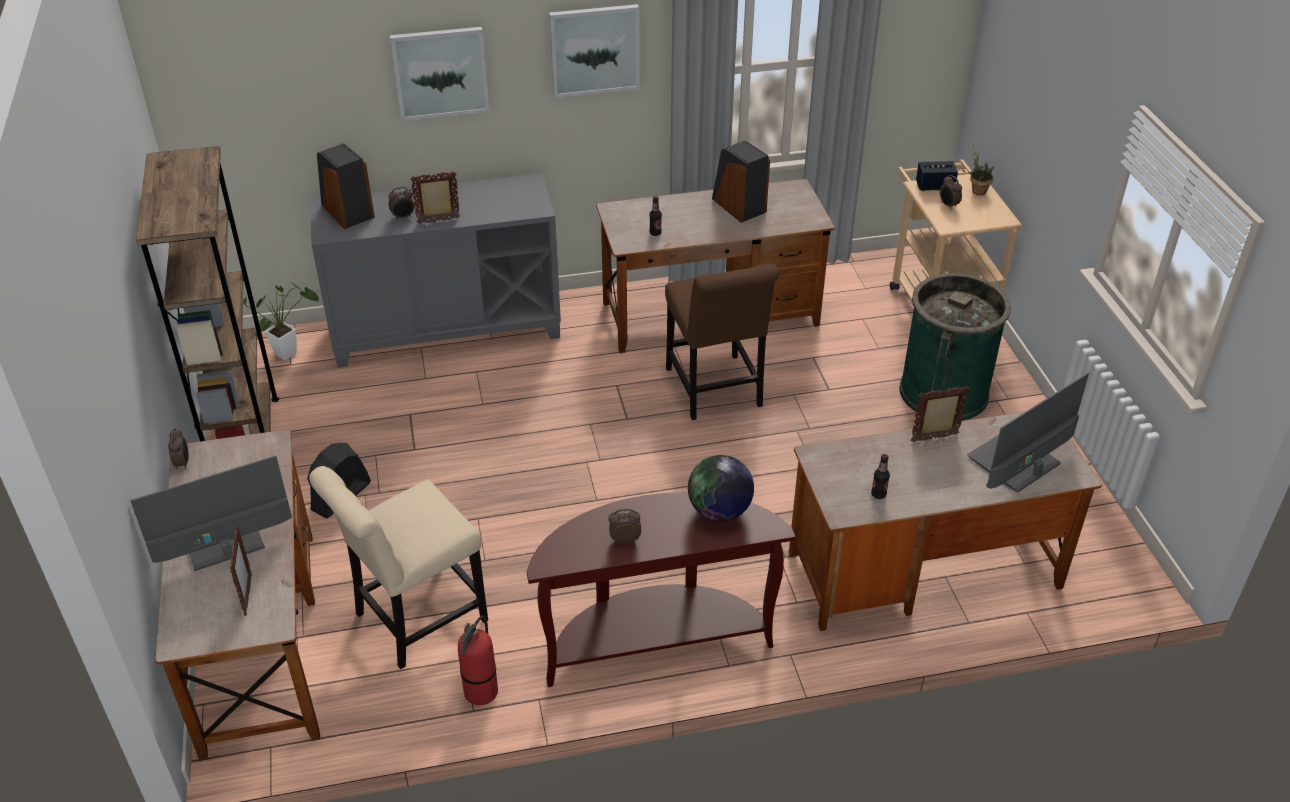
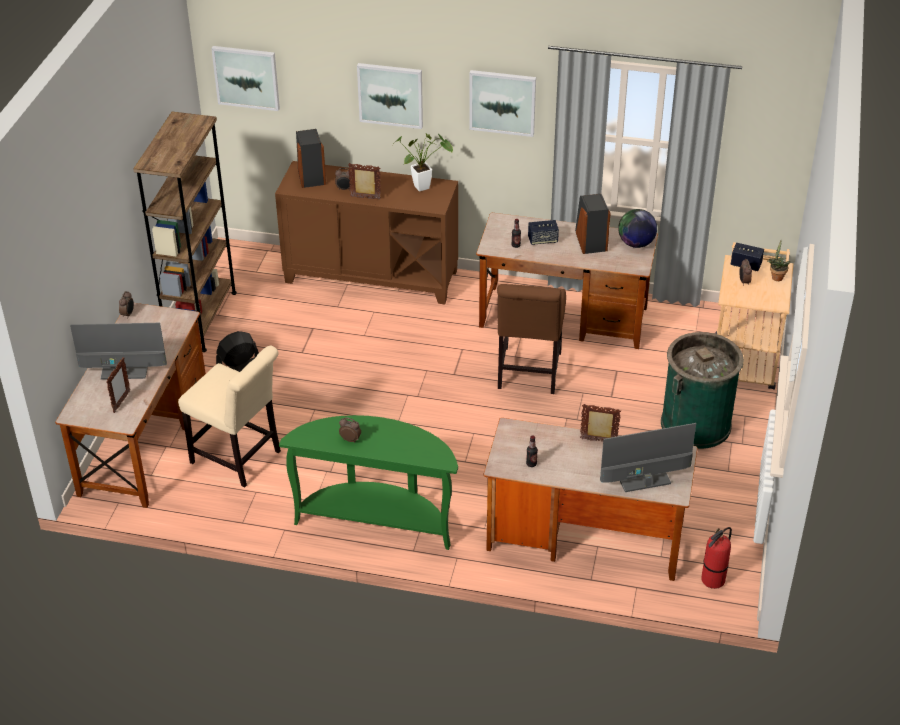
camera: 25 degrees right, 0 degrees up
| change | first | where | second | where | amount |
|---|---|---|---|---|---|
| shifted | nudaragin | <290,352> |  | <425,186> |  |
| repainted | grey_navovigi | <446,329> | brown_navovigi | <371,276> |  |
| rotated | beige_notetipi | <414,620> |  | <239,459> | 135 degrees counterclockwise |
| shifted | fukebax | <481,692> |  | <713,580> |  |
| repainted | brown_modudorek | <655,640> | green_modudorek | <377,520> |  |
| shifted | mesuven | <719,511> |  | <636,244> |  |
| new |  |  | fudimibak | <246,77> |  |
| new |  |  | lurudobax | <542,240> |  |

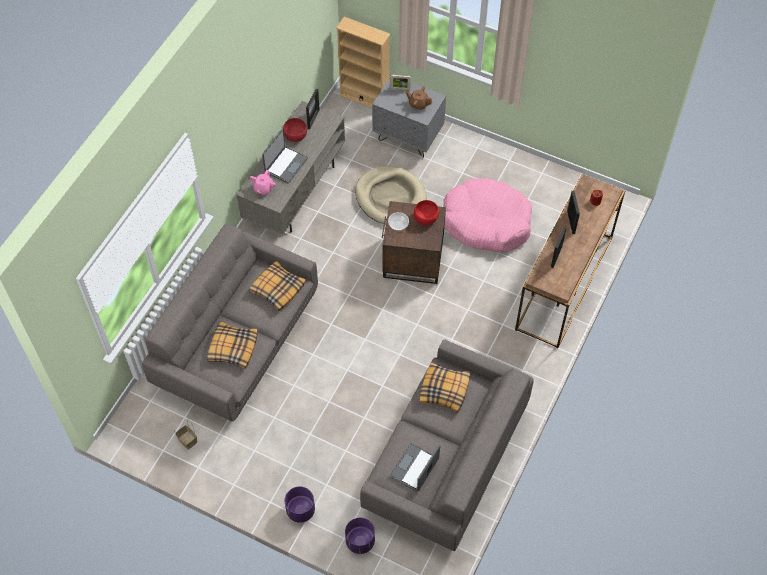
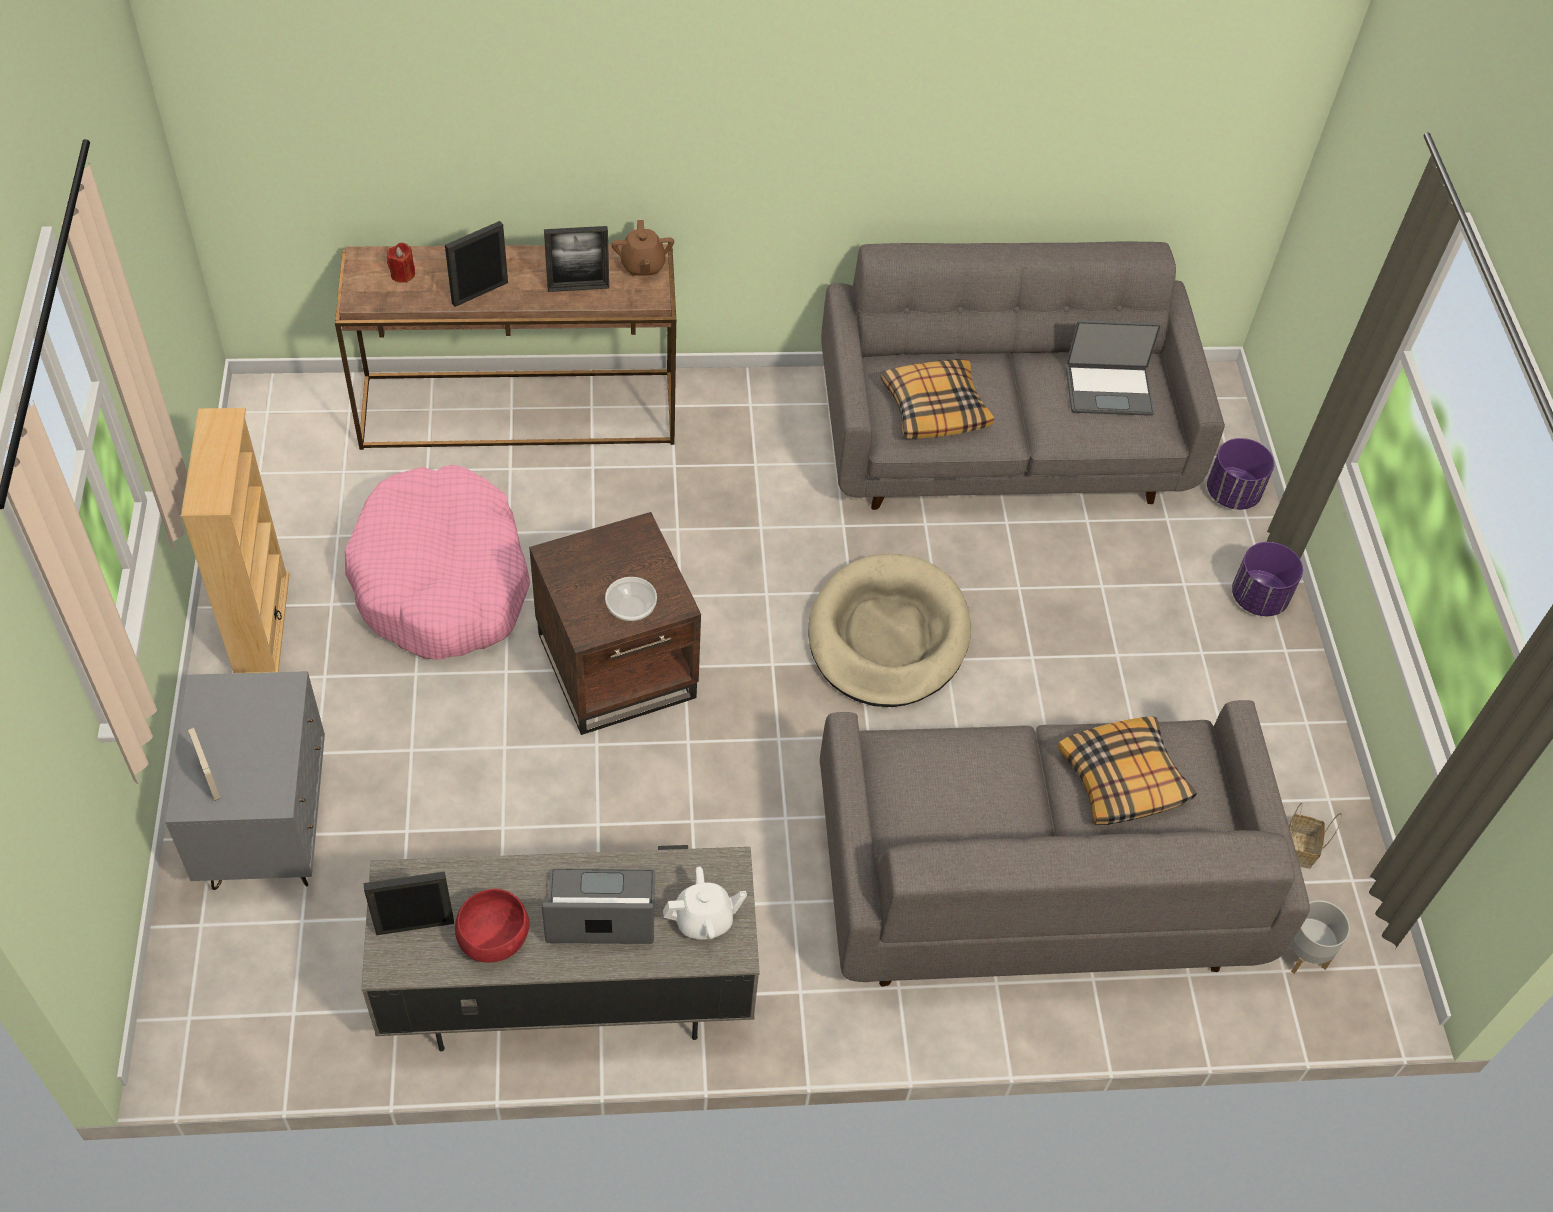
camera: 125 degrees left, 5 degrees down
| change | first | where | second | where | amount |
|---|---|---|---|---|---|
| gone | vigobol | <277,289> |  |  |  |
| repainted | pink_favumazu | <263,189> | white_favumazu | <704,920> |  |
| shifted | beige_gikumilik | <364,98> |  | <261,624> |  |
| shifted | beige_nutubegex | <390,197> |  | <887,636> |  |
| shifted | brown_favumazu | <418,104> |  | <642,266> |  |
| gone | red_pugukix | <425,218> |  |  |  |
| new |  |  | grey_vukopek | <1304,955> |  |

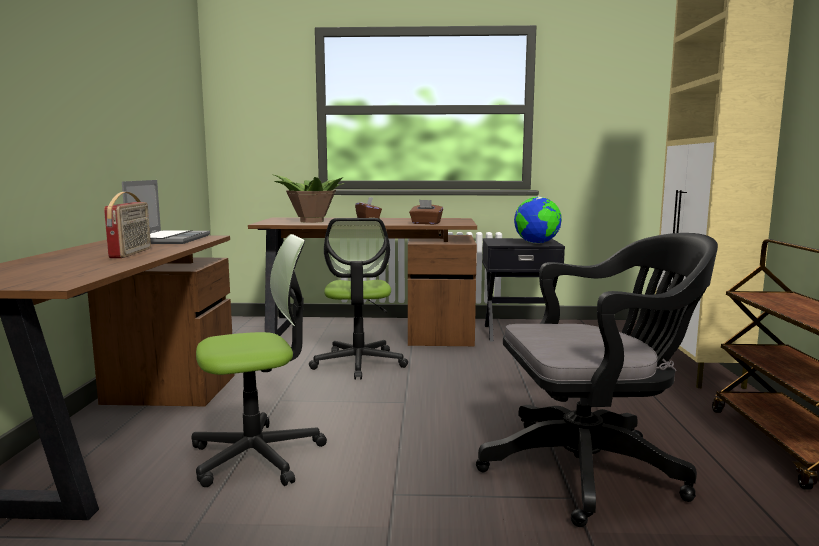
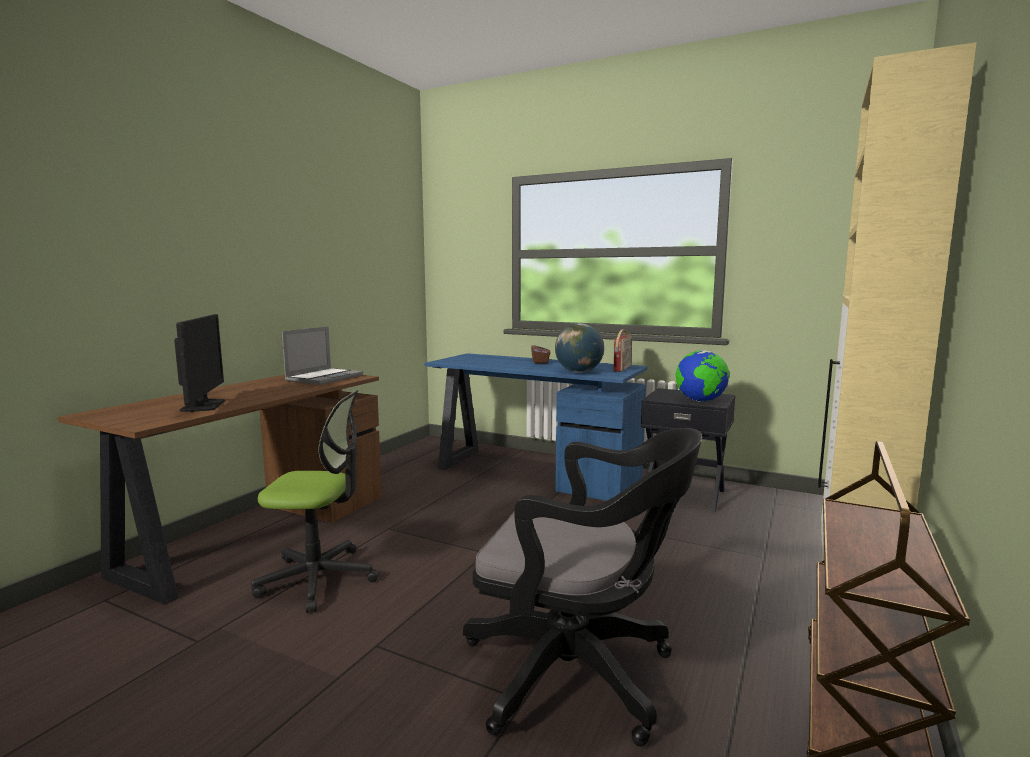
camera: 25 degrees right, 0 degrees up
| change | first | where | second | where | amount |
|---|---|---|---|---|---|
| shifted | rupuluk | <132,253> |  | <622,368> |  |
| repainted | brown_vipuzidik | <368,333> | blue_vipuzidik | <533,472> |  |
| gone | nudaragin | <311,221> |  |  |  |
| gone | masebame | <359,363> |  |  |  |
| swapped | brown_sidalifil | <426,223> | mesuven | <579,372> |  |
| new |  |  | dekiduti | <203,405> |  |

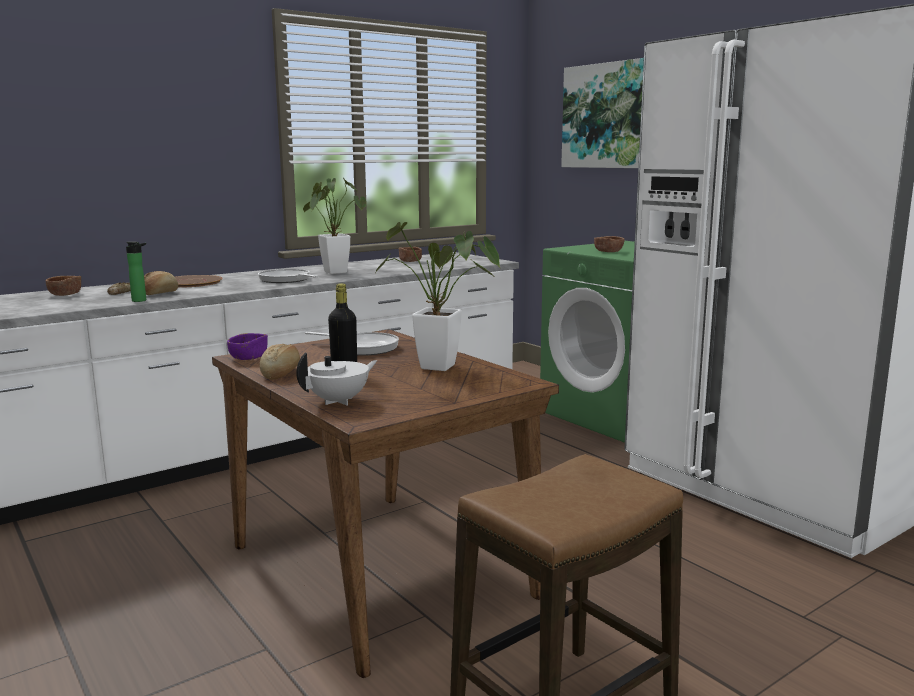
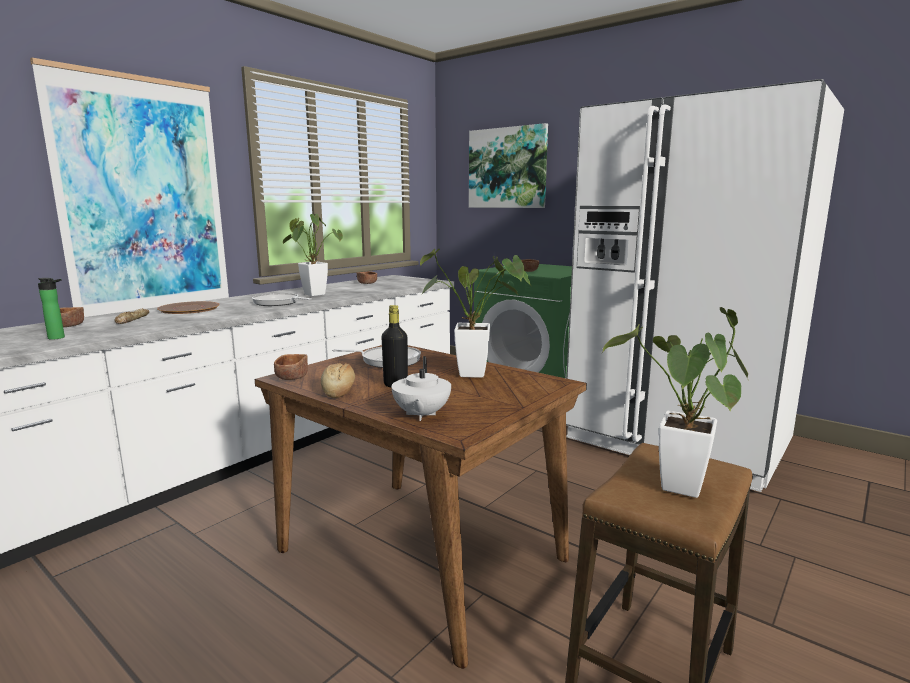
camera: 15 degrees left, 0 degrees up
| change | first | where | second | where | amount |
|---|---|---|---|---|---|
| shifted | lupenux | <141,301> |  | <58,338> |  |
| gone | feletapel | <159,293> |  |  |  |
| repainted | purple_pugukix | <248,357> | brown_pugukix | <292,377> |  |
| rotated | white_favumazu | <339,401> |  | <421,415> | 150 degrees clockwise |
| new |  |  | fudimibak | <144,202> |  |
| new |  |  | nudaragin | <679,492> |  |

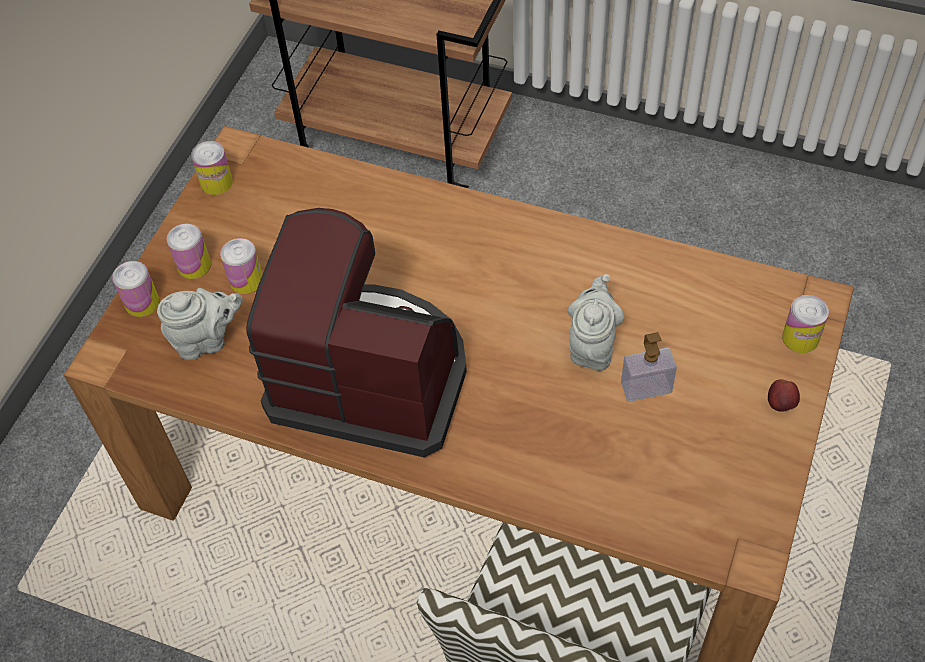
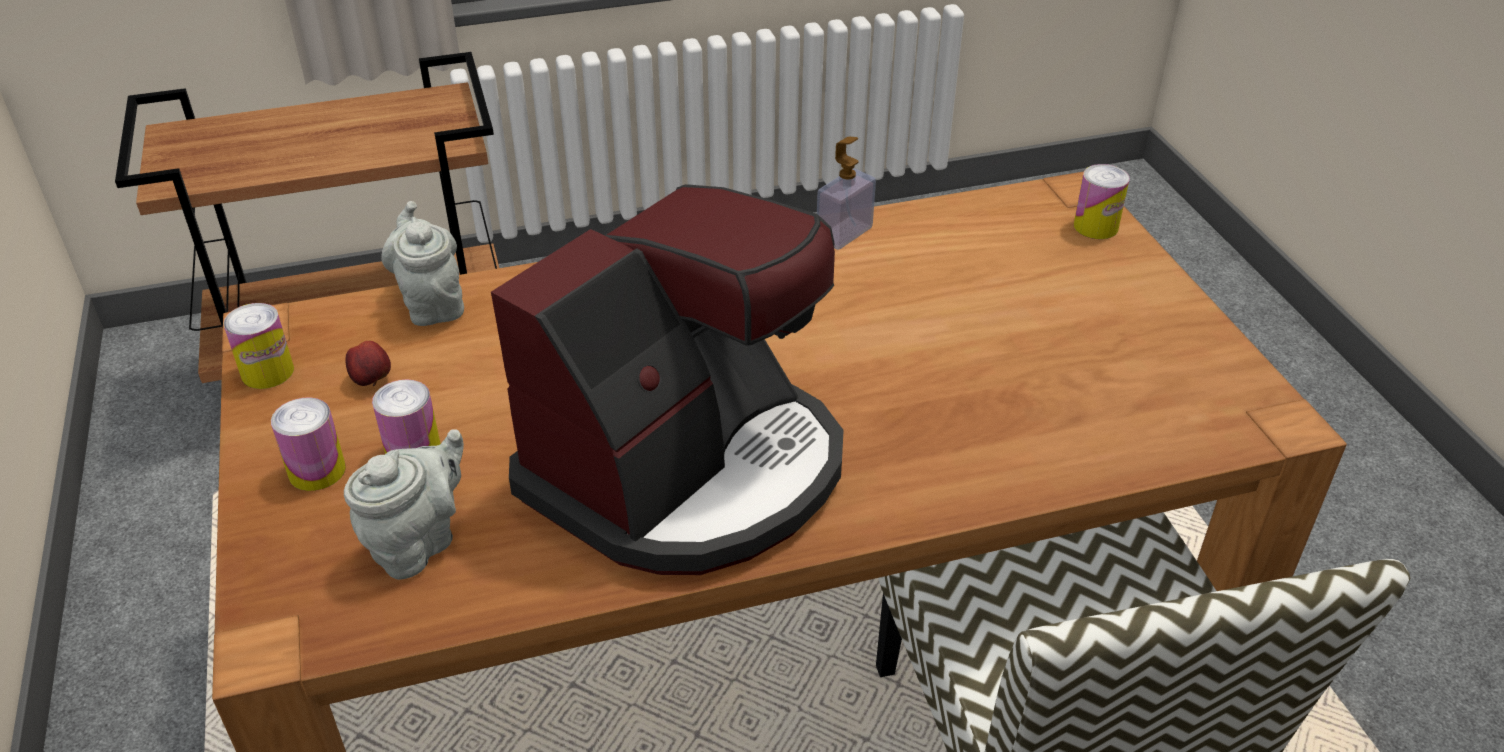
camera: 40 degrees left, 15 degrees down
| change | first | where | second | where | amount |
|---|---|---|---|---|---|
| gone | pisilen | <142,302> |  |  |  |
| rotated | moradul | <370,376> |  | <688,471> | 150 degrees clockwise |
| shifted | grey_favumazu | <592,346> |  | <432,303> |  |
| shifted | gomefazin | <646,387> |  | <844,233> |  |
| shifted | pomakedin | <781,404> |  | <372,381> |  |

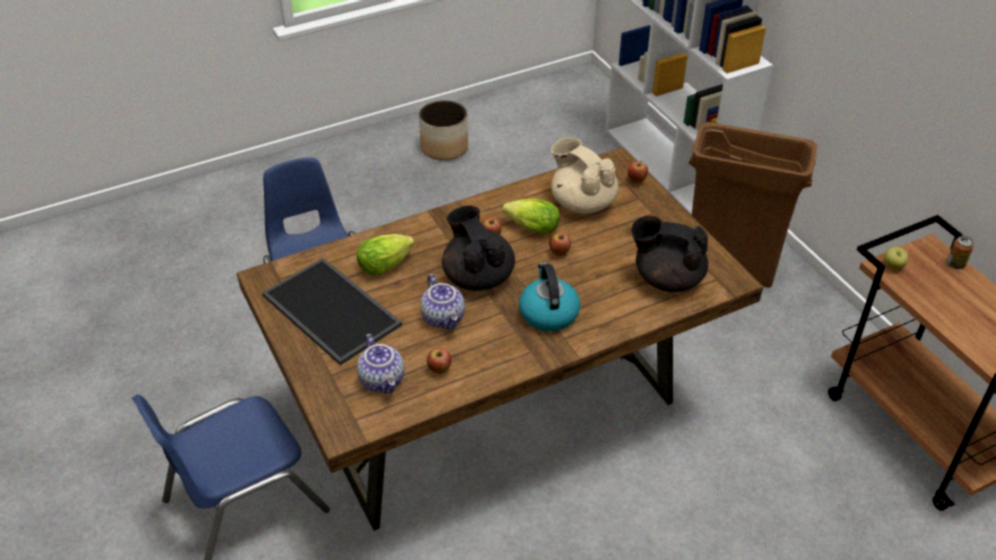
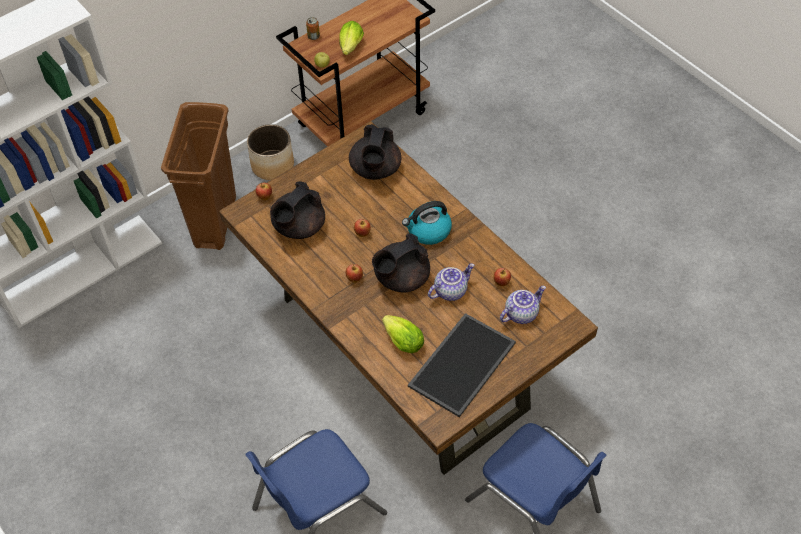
camera: 100 degrees left, 10 degrees up
| change | first | where | second | where | amount |
|---|---|---|---|---|---|
| shifted | vukopek | <444,147> |  | <272,165> |  |
| shifted | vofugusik | <529,228> |  | <350,48> |  |
| repainted | beige_favumazu | <582,202> | black_favumazu | <298,227> |  |

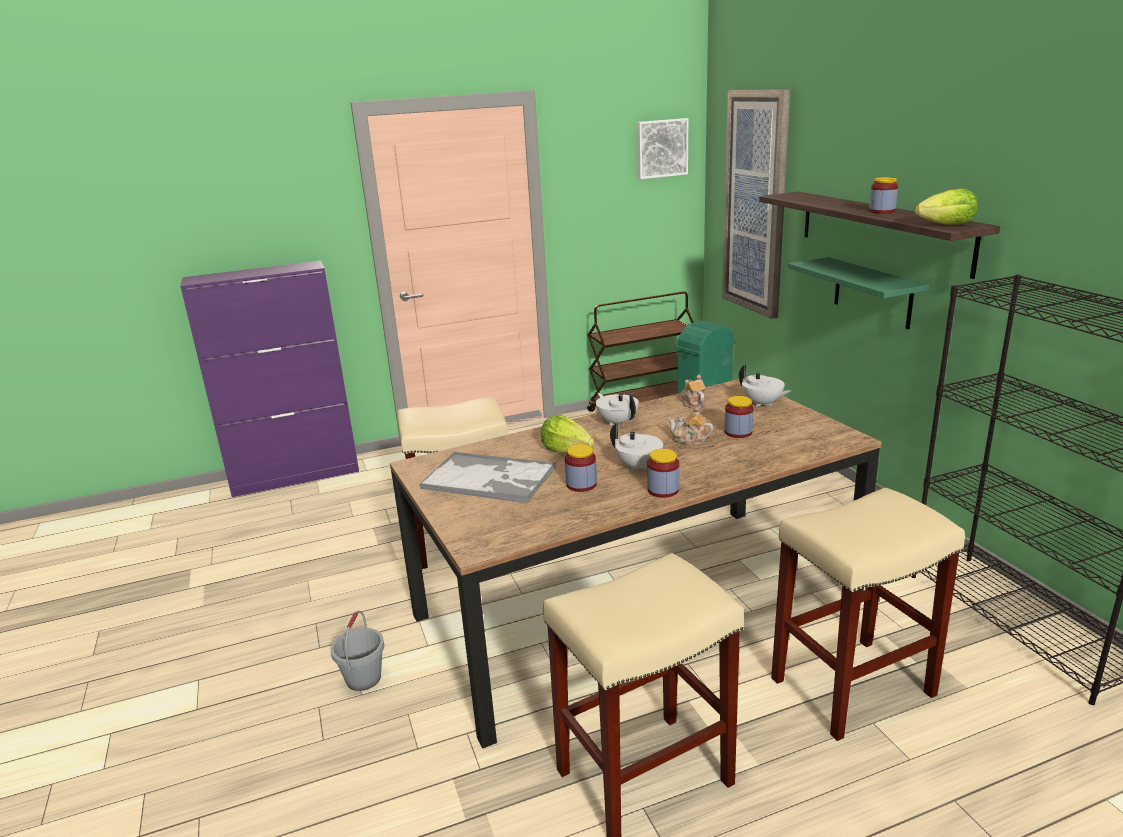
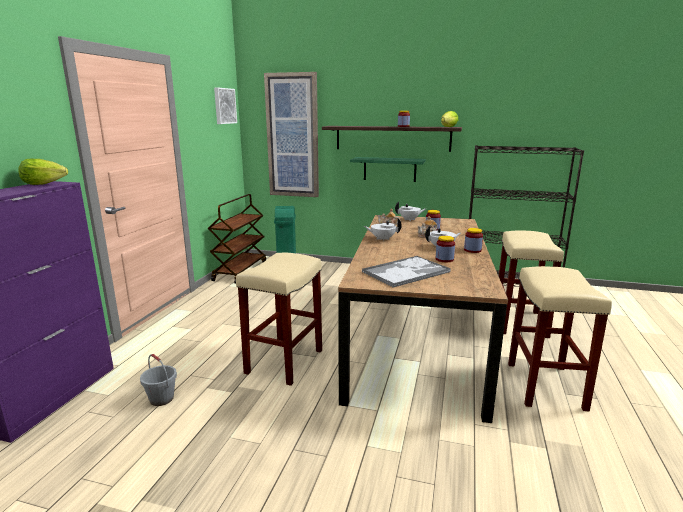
camera: 55 degrees left, 5 degrees down
| change | first | where | second | where | amount |
|---|---|---|---|---|---|
| shifted | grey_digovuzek | <363,679> |  | <161,399> |  |
| shifted | vofugusik | <566,451> |  | <43,184> |  |

